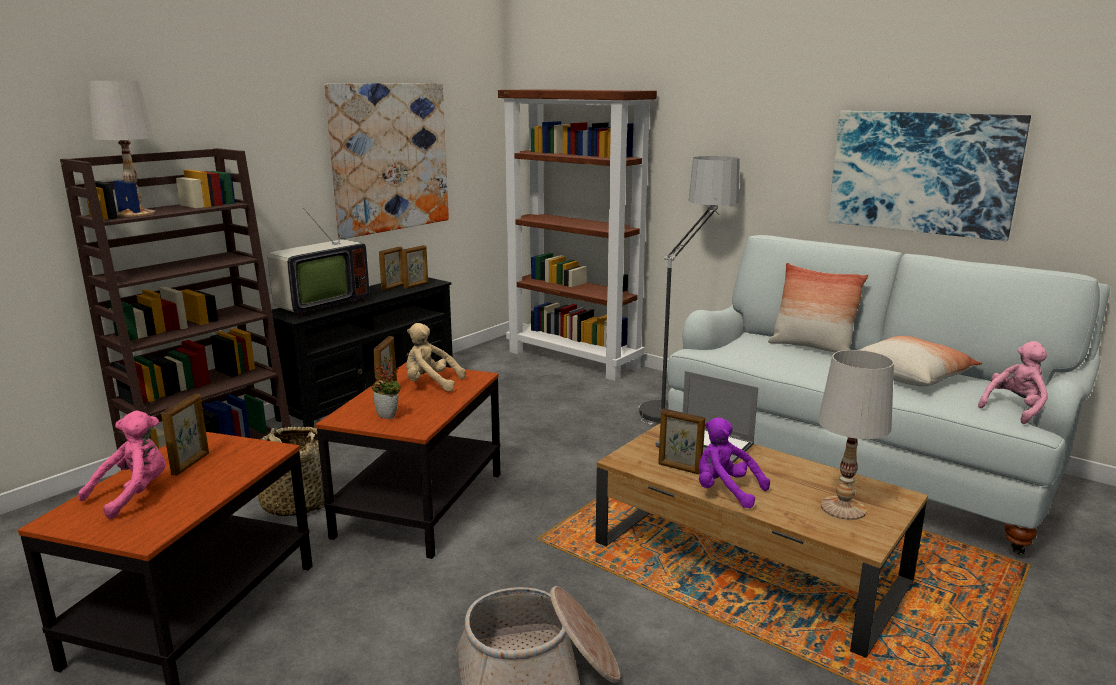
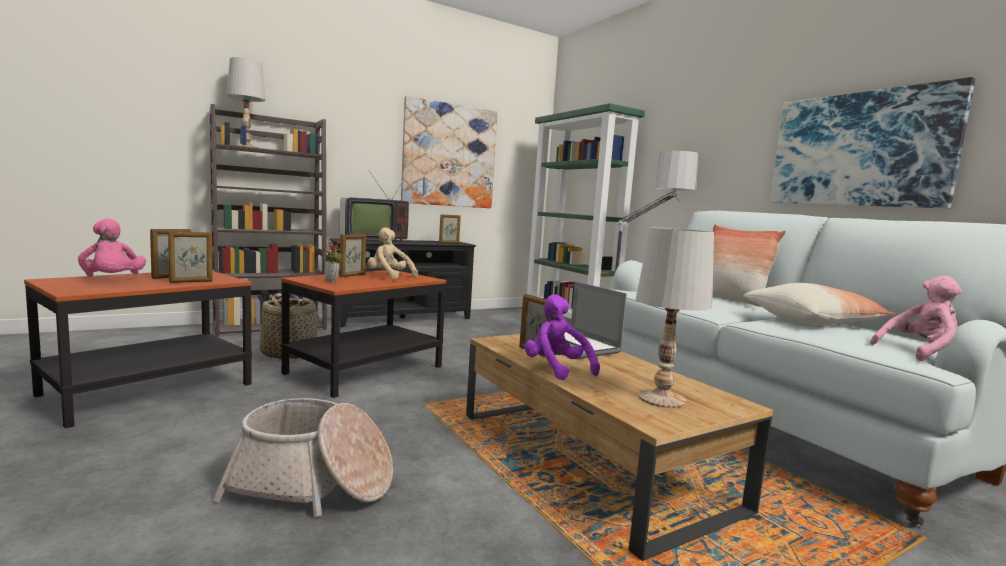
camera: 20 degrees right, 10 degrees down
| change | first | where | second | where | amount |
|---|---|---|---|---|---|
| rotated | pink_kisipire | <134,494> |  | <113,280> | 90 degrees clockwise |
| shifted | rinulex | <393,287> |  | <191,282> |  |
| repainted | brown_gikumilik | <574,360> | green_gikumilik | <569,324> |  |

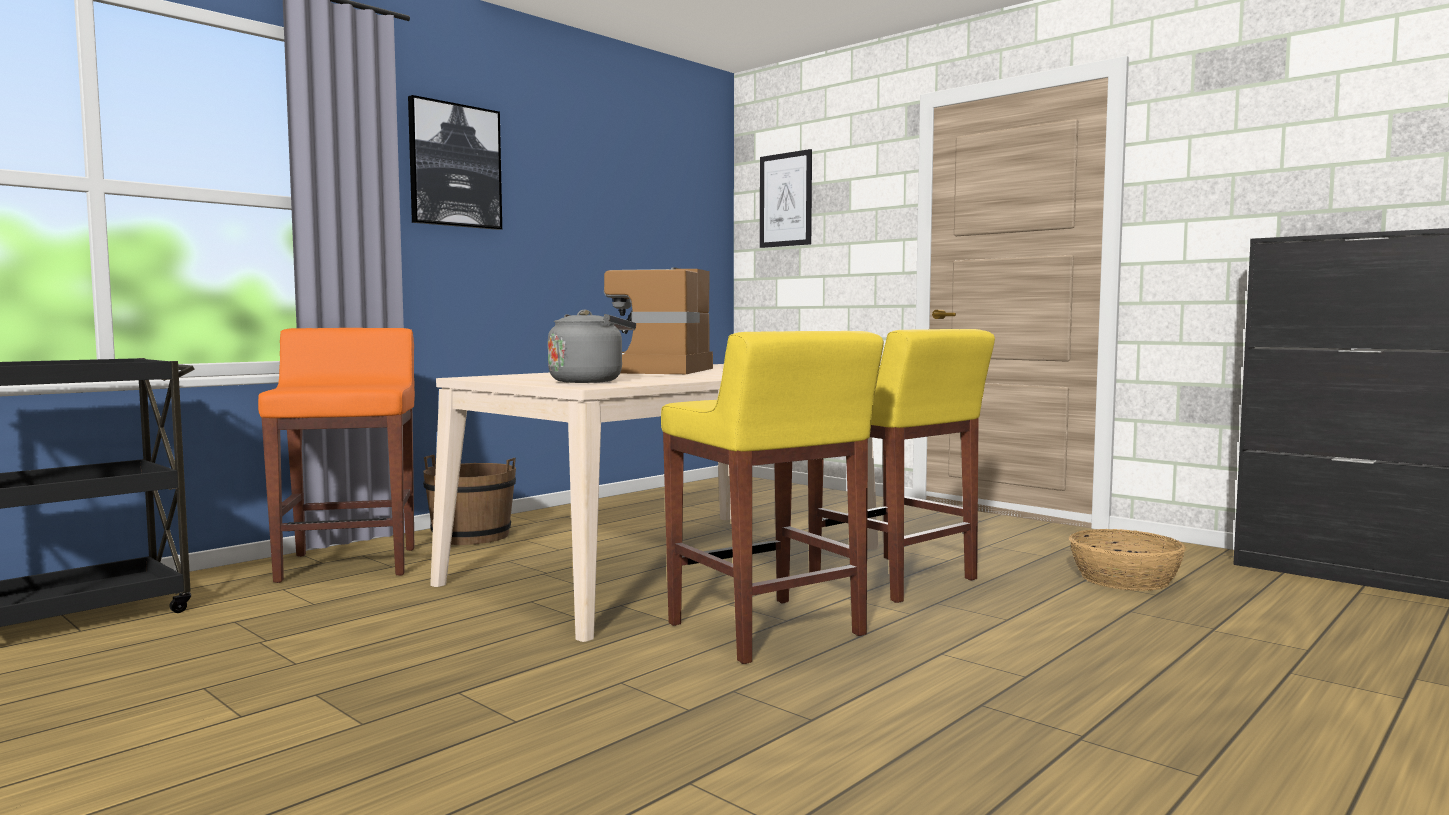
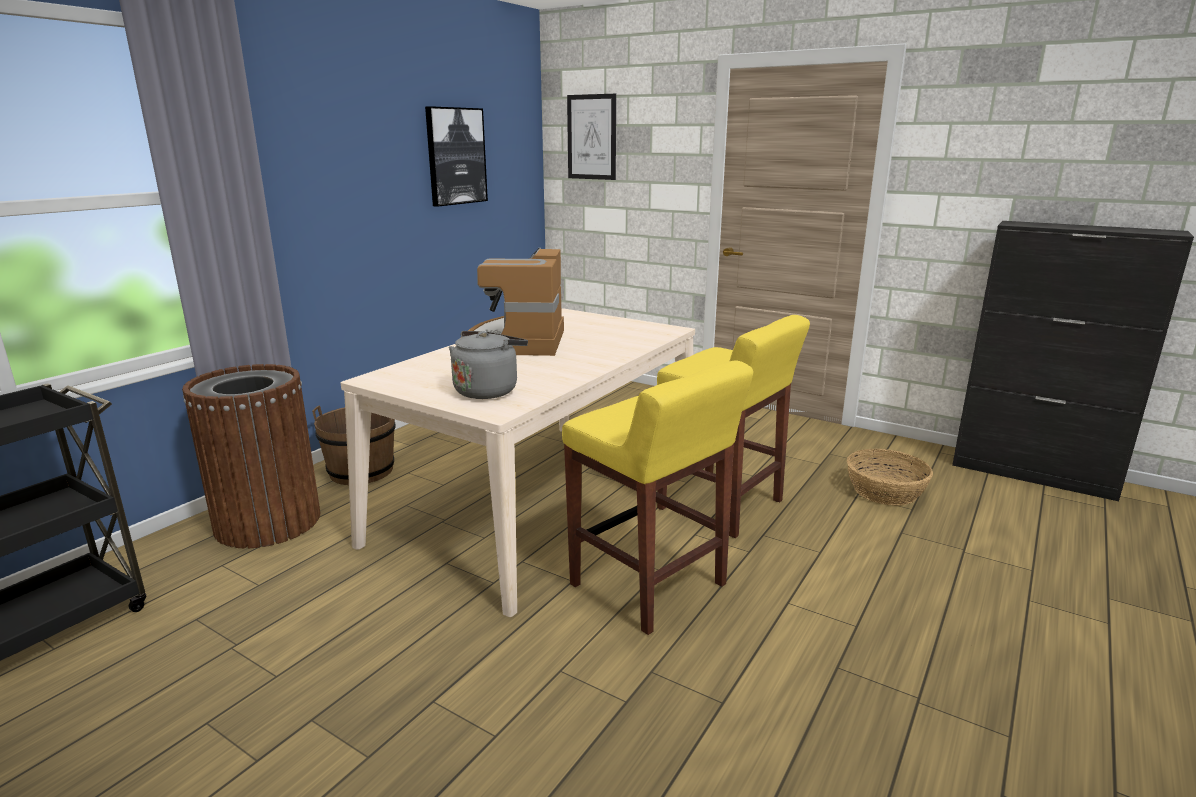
camera: 10 degrees left, 15 degrees up
| change | first | where | second | where | amount |
|---|---|---|---|---|---|
| swapped | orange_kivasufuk | <349,564> | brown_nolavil | <268,522> |  |
| shifted | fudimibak | <454,166> |  | <456,156> |  |

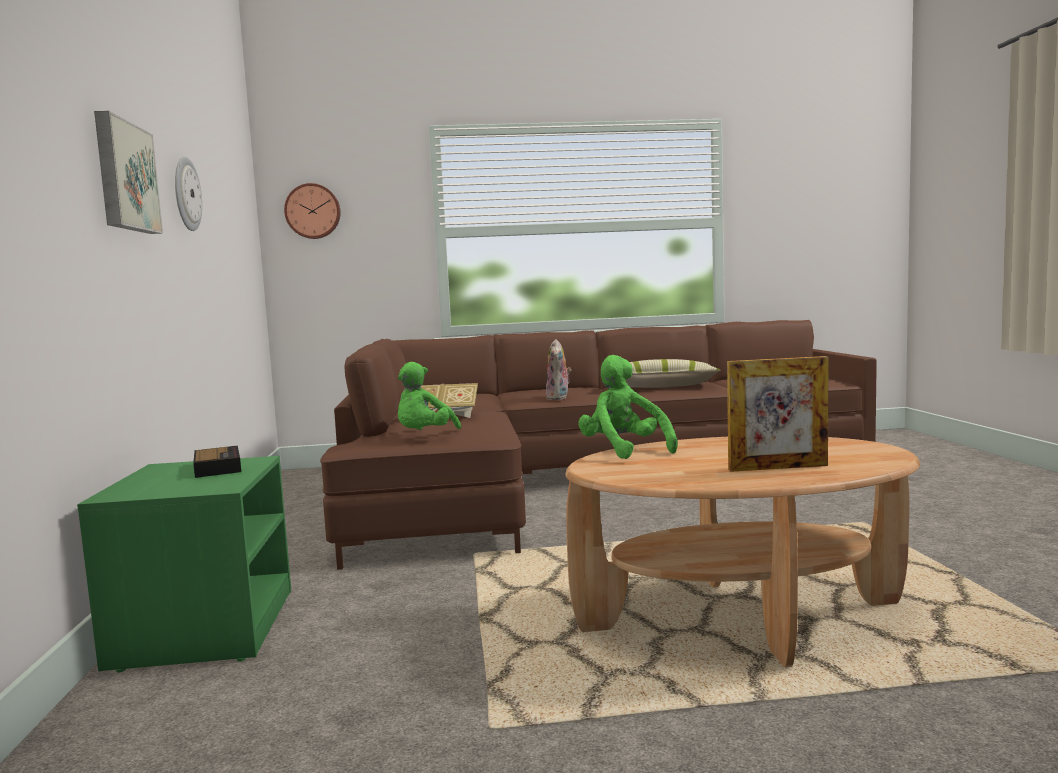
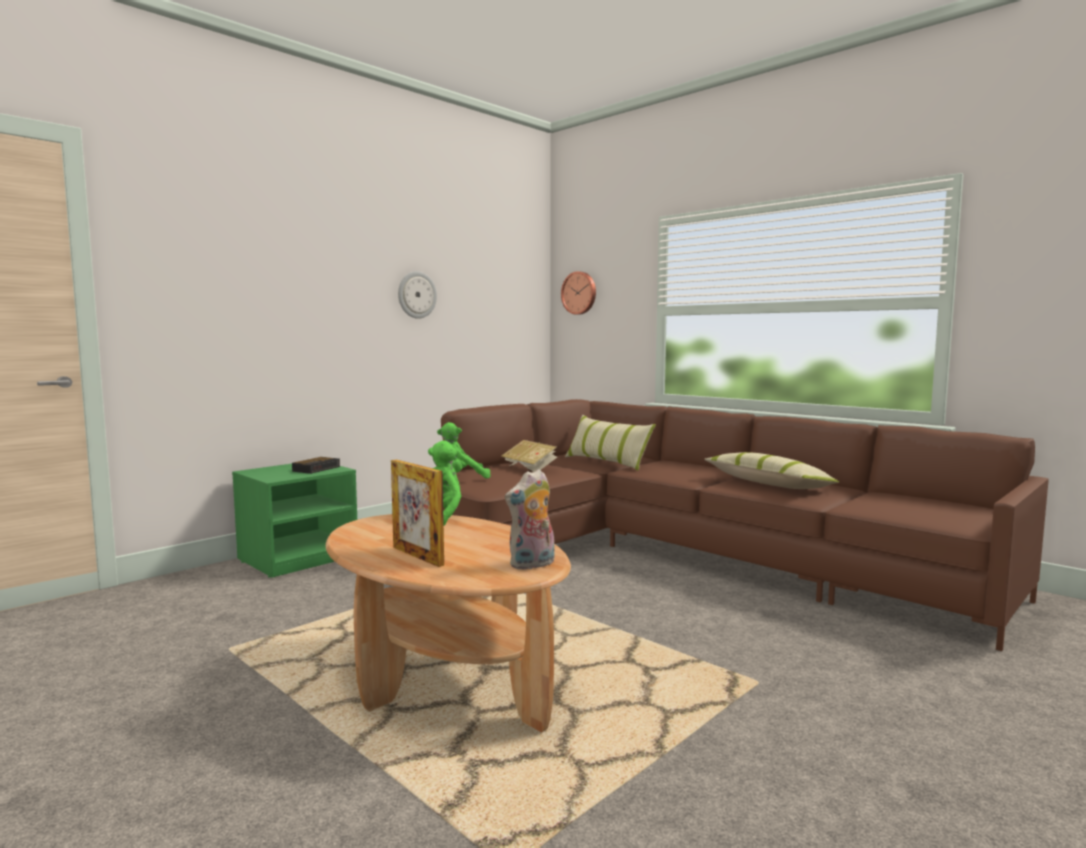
camera: 50 degrees right, 0 degrees up
| change | first | where | second | where | amount |
|---|---|---|---|---|---|
| gone | fudimibak | <124,177> |  |  |  |
| shifted | kisipire | <559,398> |  | <532,565> |  |
| new |  |  | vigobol | <607,462> |  |

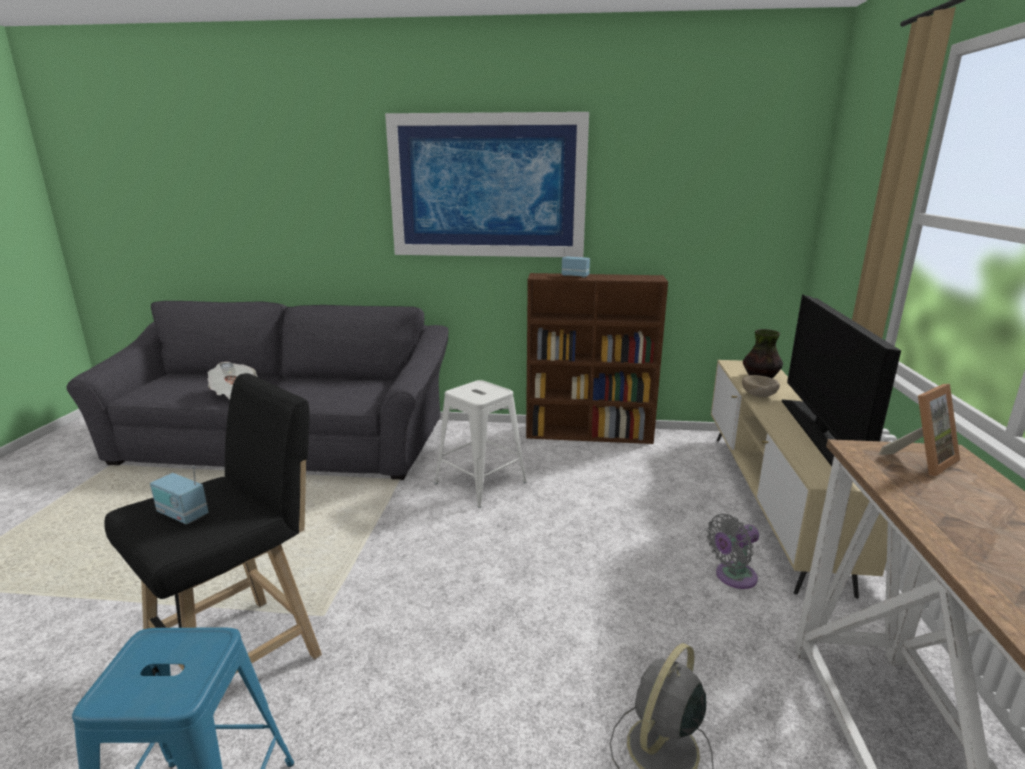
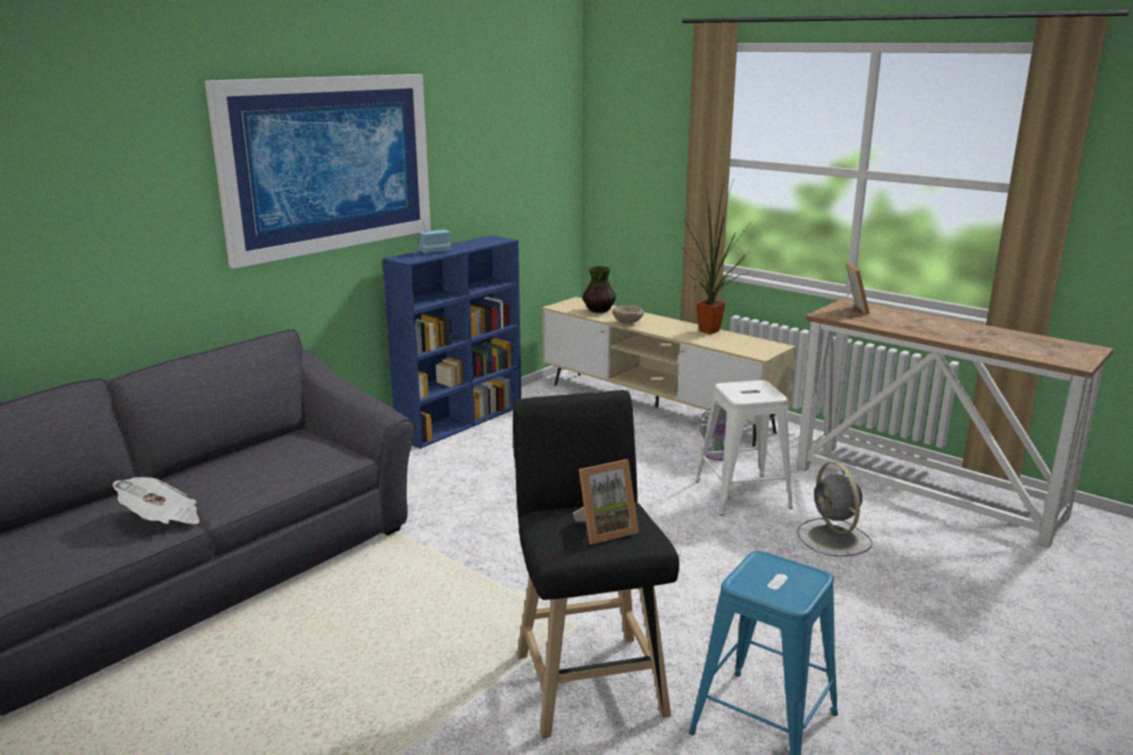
camera: 55 degrees left, 0 degrees up
| change | first | where | second | where | amount |
|---|---|---|---|---|---|
| swapped | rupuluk | <182,514> | rinulex | <604,530> |  |
| shifted | white_kivasufuk | <480,483> |  | <742,494> |  |
| repainted | brown_gikumilik | <590,434> | blue_gikumilik | <461,421> |  |
| swapped | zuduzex | <821,434> | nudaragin | <706,332> |  |

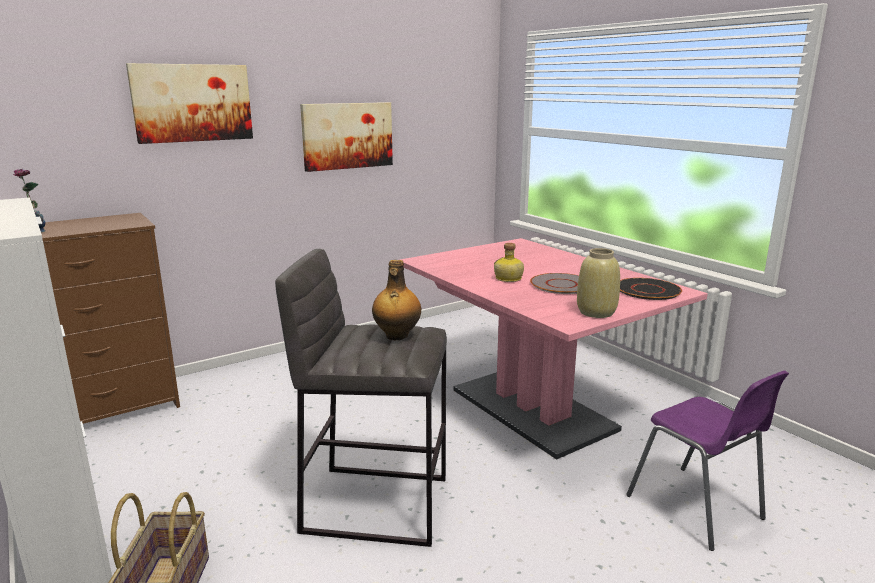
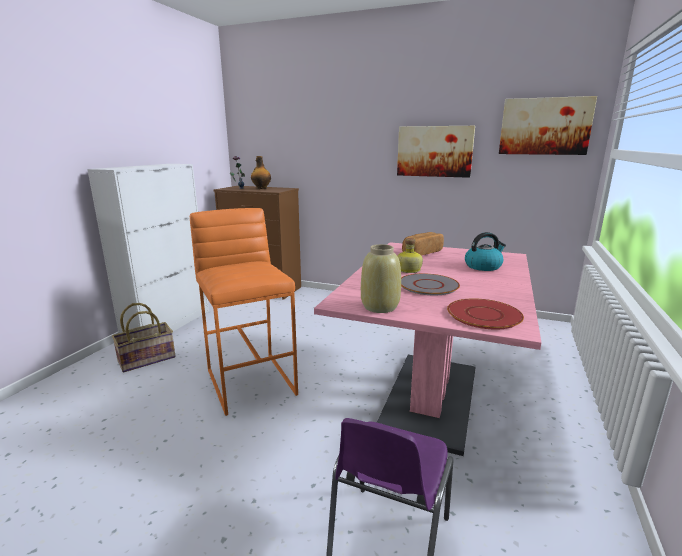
camera: 55 degrees right, 0 degrees up
| change | first | where | second | where | amount |
|---|---|---|---|---|---|
| shifted | fudimibak | <192,103> |  | <544,126> |  |
| repainted | grey_kivasufuk | <375,503> | orange_kivasufuk | <251,381> |  |
| shifted | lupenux | <396,336> |  | <261,188> |  |
| repainted | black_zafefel | <647,290> | red_zafefel | <484,315> |  |
| new |  |  | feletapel | <421,252> |  |
| new |  |  | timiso | <483,266> |  |

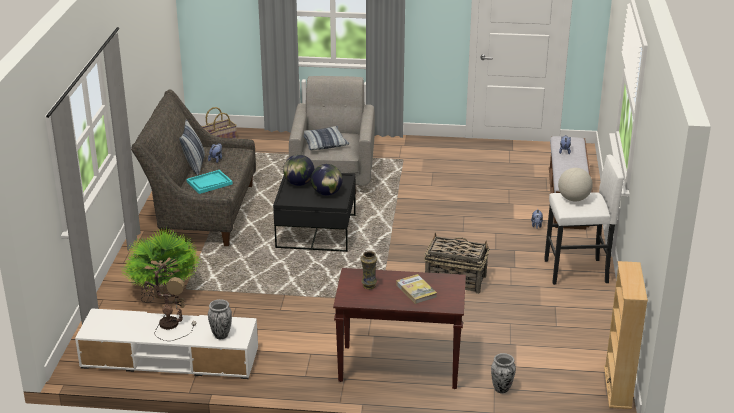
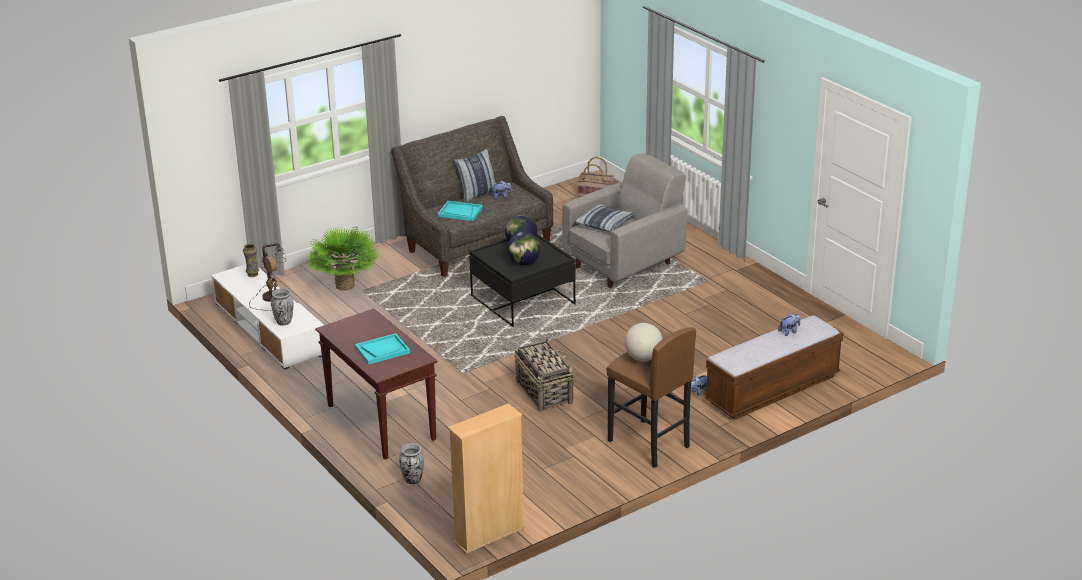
camera: 50 degrees right, 0 degrees up
| change | first | where | second | where | amount |
|---|---|---|---|---|---|
| shifted | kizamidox | <368,286> |  | <252,274> |  |
| swapped | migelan | <416,291> | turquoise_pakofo | <382,350> |  |
| repainted | white_kivasufuk | <576,272> | brown_kivasufuk | <648,444> |  |

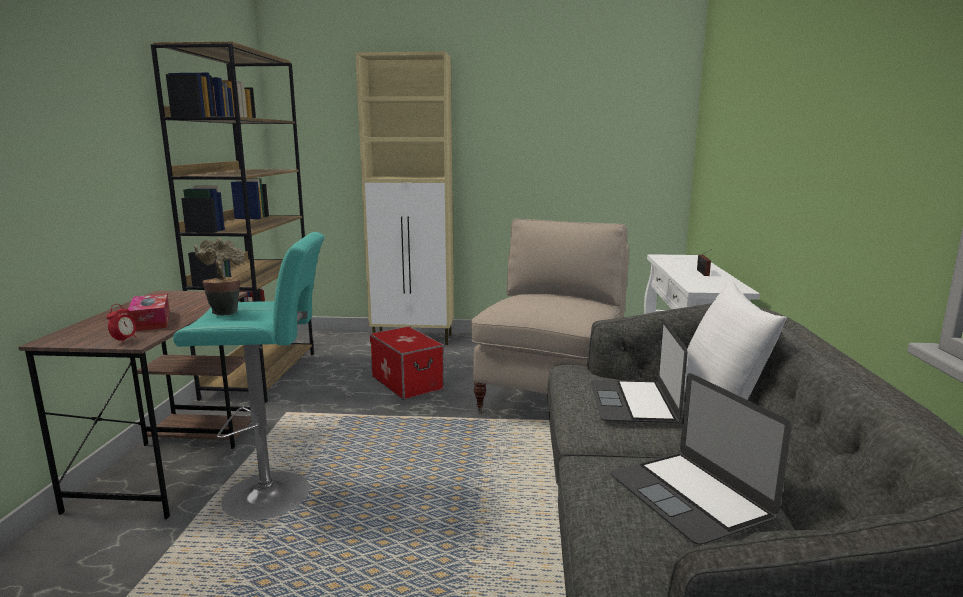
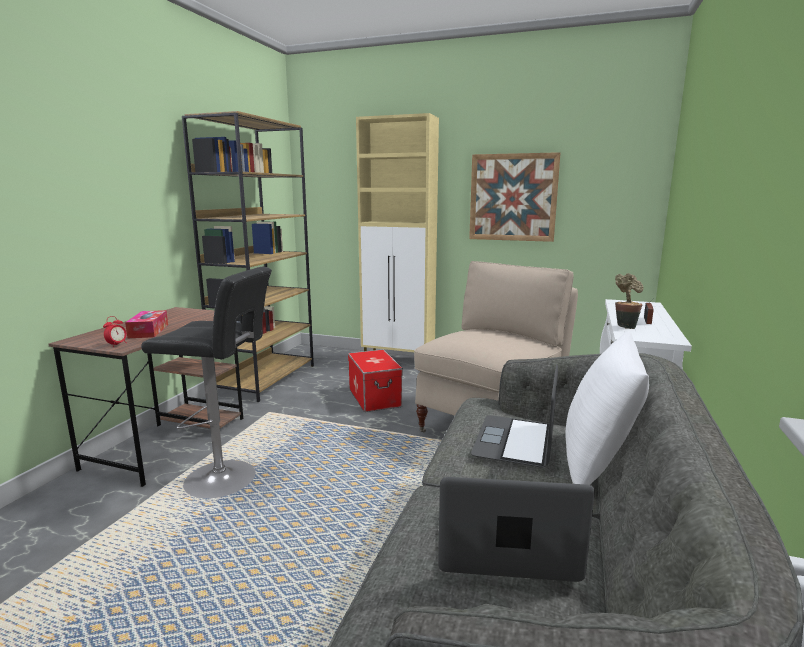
camera: 15 degrees right, 0 degrees up
| change | first | where | second | where | amount |
|---|---|---|---|---|---|
| repainted | turquoise_kivasufuk | <274,495> | black_kivasufuk | <226,479> |  |
| shifted | nudaragin | <224,311> |  | <625,326> |  |
| rotated | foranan | <689,495> |  | <505,545> | 105 degrees clockwise |
| new |  |  | fudimibak | <513,197> |  |

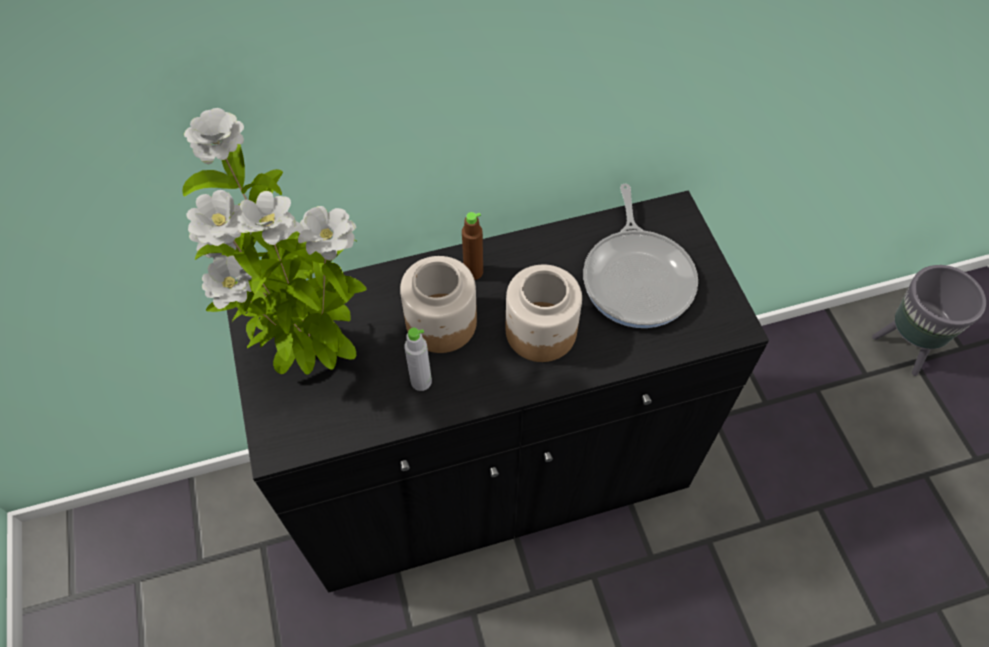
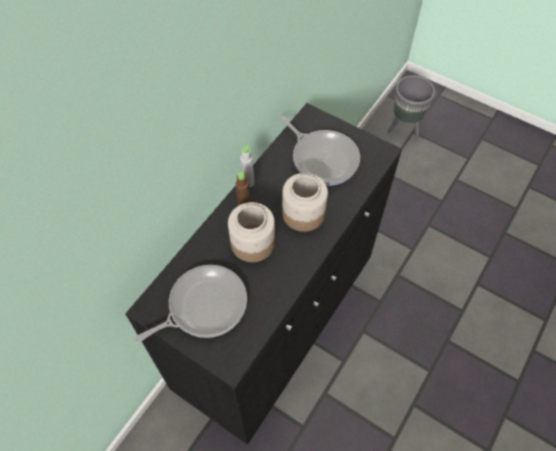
camera: 40 degrees left, 0 degrees up
| change | first | where | second | where | amount |
|---|---|---|---|---|---|
| swapped | nudaragin | <313,355> | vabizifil | <203,306> |  |
| shifted | grey_lupenux | <421,381> |  | <248,182> |  |

